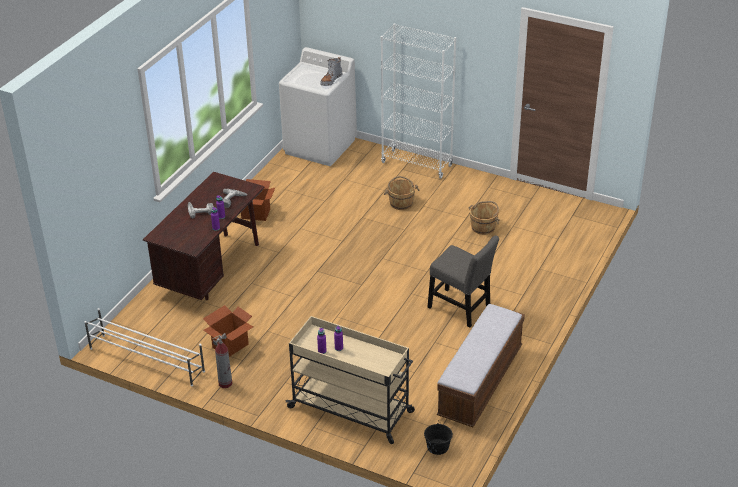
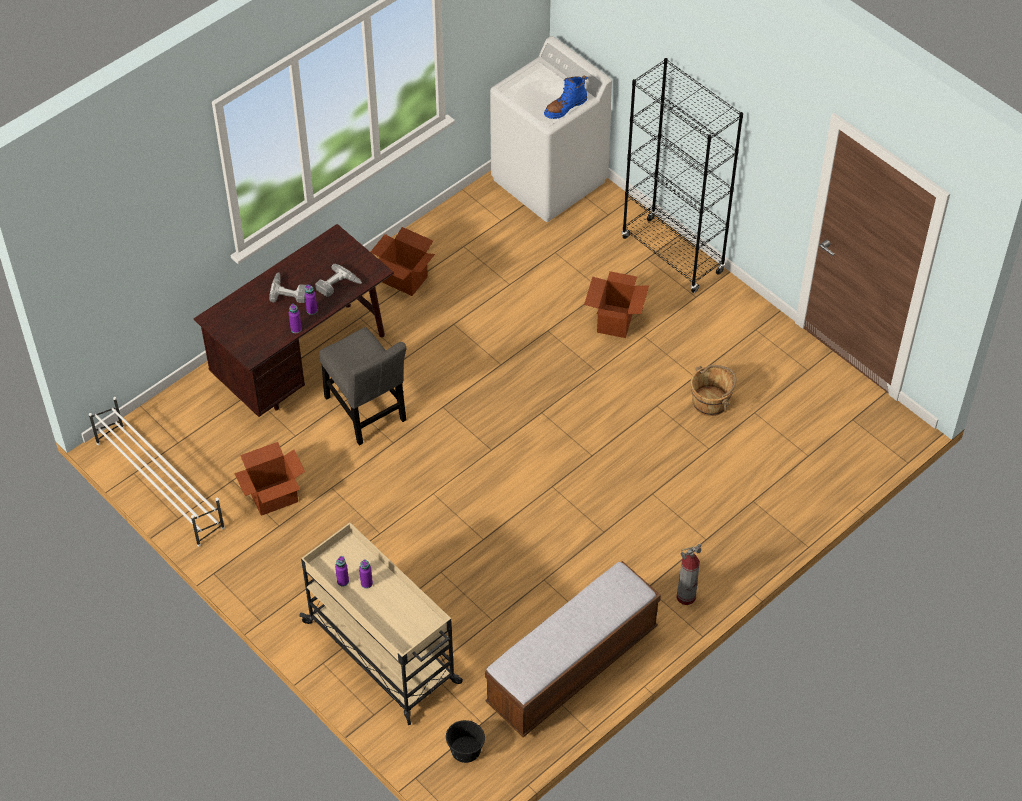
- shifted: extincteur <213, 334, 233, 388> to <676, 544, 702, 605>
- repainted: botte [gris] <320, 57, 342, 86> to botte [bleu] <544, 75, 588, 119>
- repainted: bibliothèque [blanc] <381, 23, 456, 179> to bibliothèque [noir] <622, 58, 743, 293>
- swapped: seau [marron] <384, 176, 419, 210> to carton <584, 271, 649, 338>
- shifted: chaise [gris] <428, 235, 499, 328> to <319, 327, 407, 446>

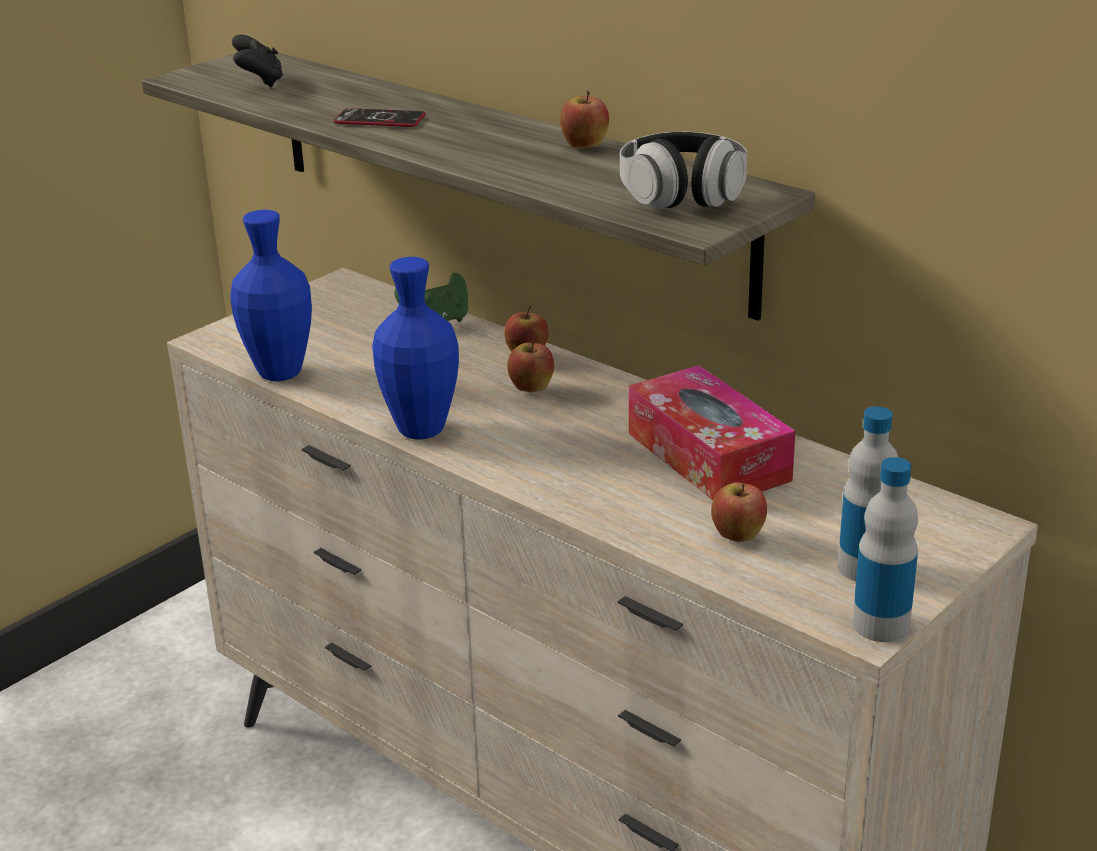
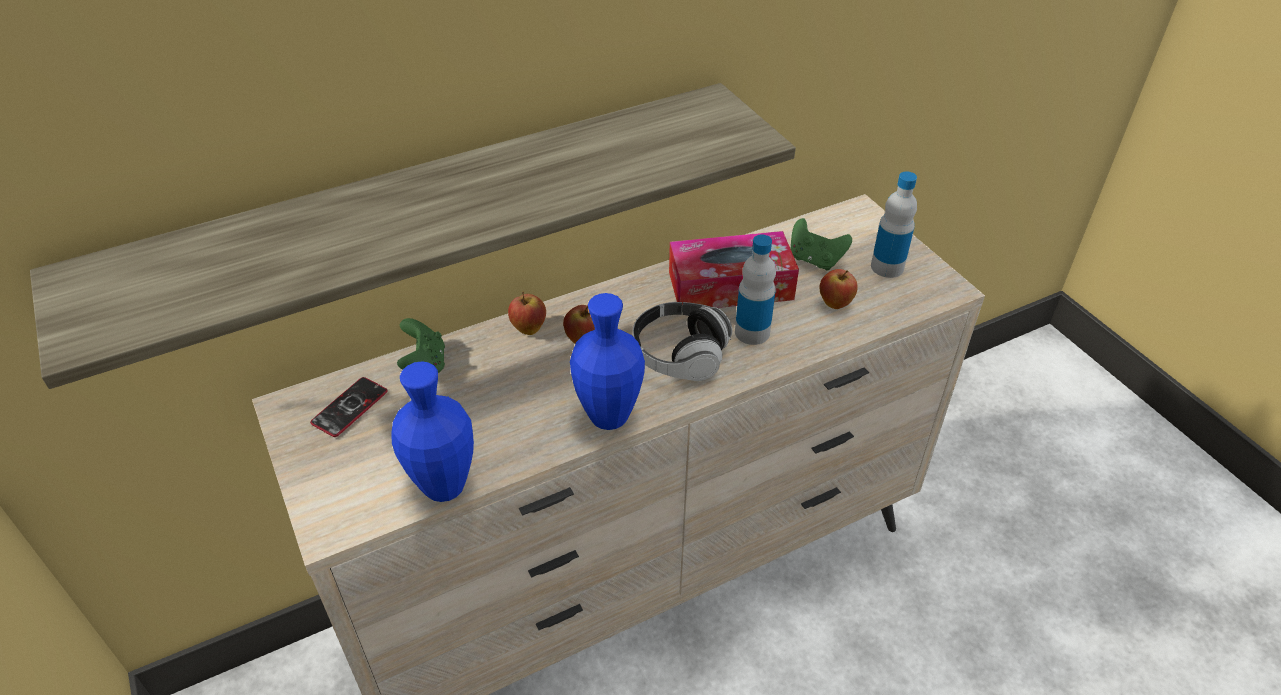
- gone: manette [noir] <232, 35, 283, 87>
- shifted: téléphone <334, 108, 426, 127> to <310, 377, 387, 437>
- gone: pomme <560, 91, 609, 148>
- shifted: casque audio <620, 132, 747, 209> to <633, 302, 732, 381>
- shifted: bouteille <853, 457, 918, 642> to <735, 235, 776, 345>
- new: manette [vert] <791, 218, 852, 271>

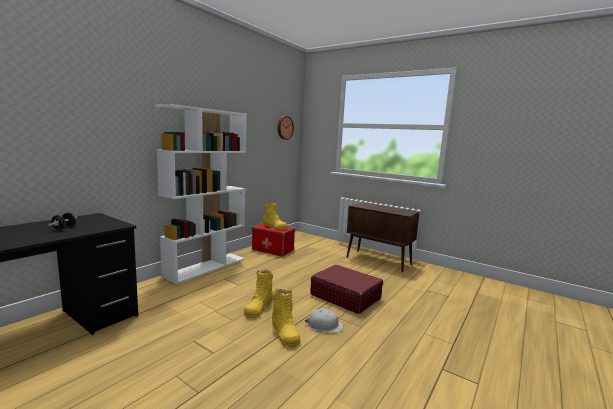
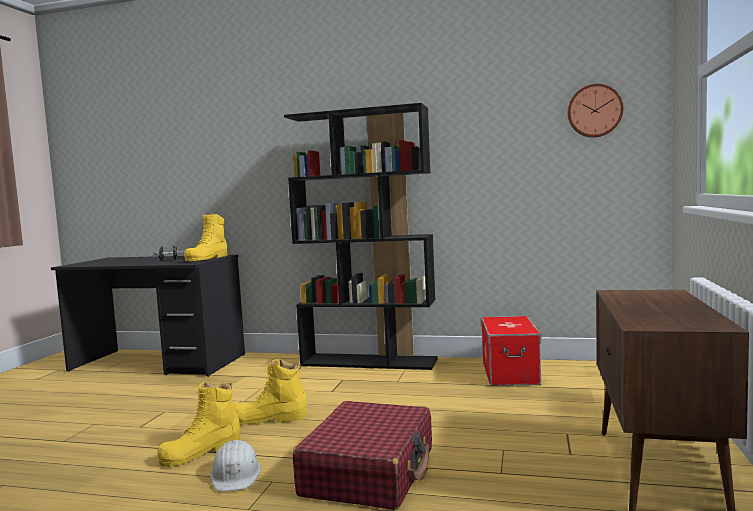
- repainted: bibliothèque [blanc] <155, 104, 247, 284> to bibliothèque [noir] <284, 103, 438, 370>
- shifted: botte [jaune] <263, 203, 287, 230> to <184, 214, 228, 261>

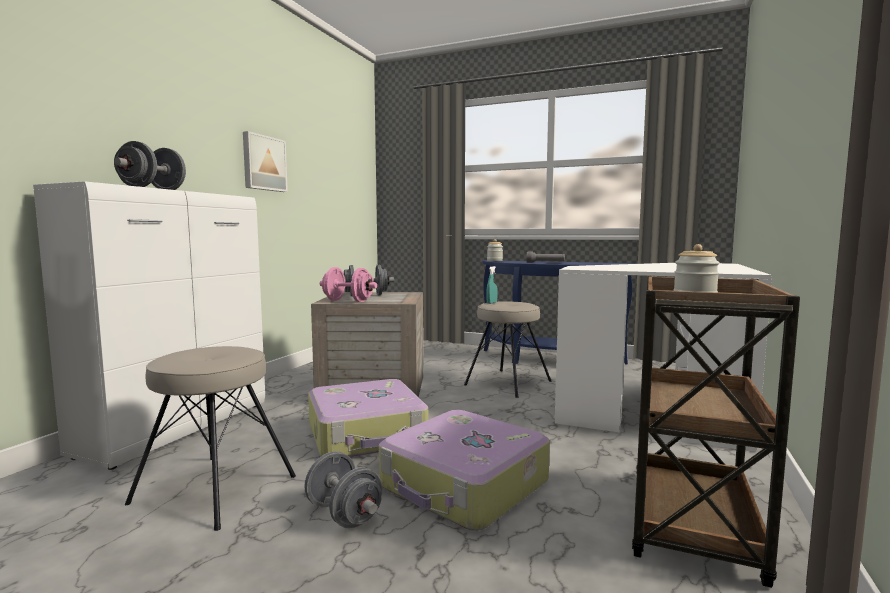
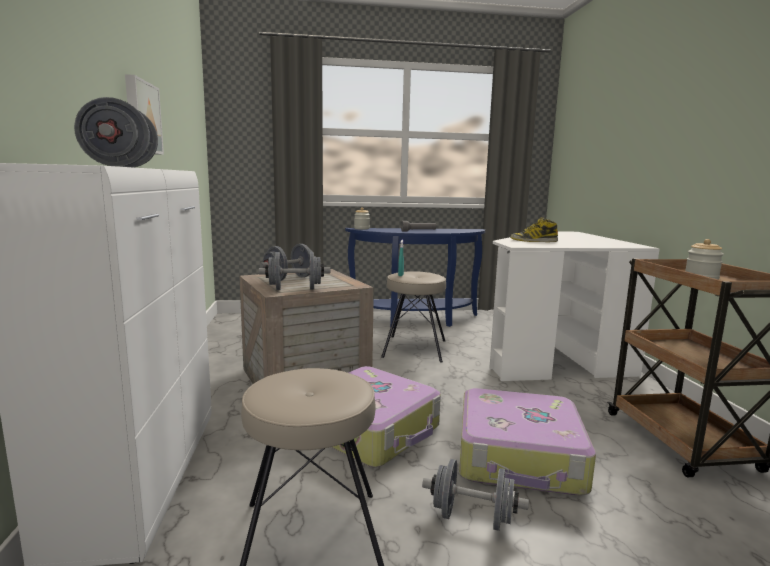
- repainted: haltère [rose] <320, 267, 377, 302> to haltère [gris] <259, 252, 330, 290>
- new: botte <510, 218, 558, 242>

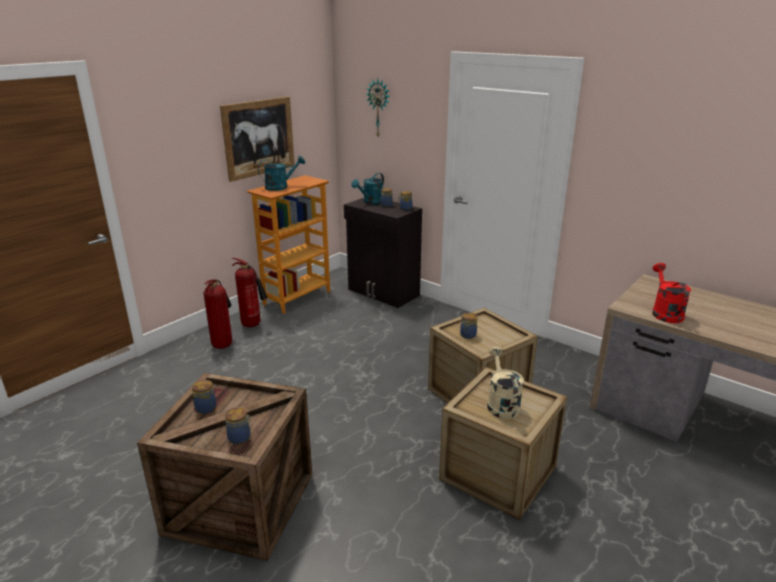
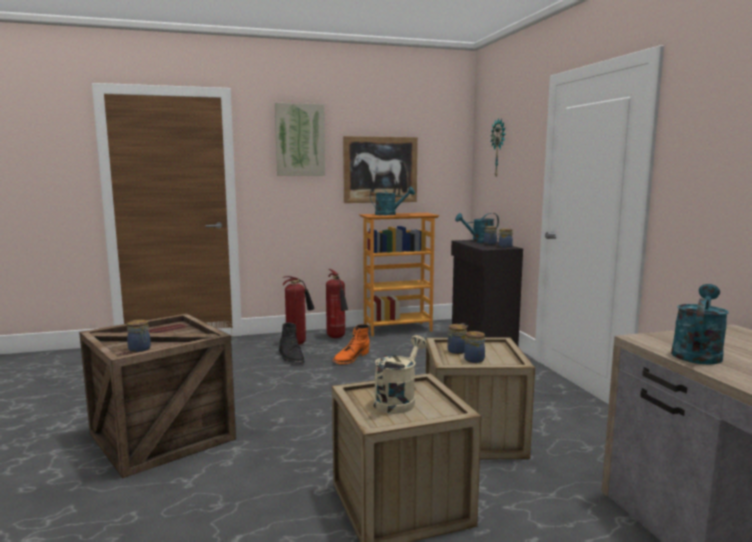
- shifted: bocal <192, 380, 216, 414> to <464, 331, 485, 363>
- repainted: arrosoir [rouge] <652, 263, 691, 323> to arrosoir [turquoise] <671, 284, 729, 365>
- new: tableau <275, 103, 325, 176>
- new: botte [noir] <279, 322, 305, 363>
- new: botte [orange] <333, 324, 370, 364>

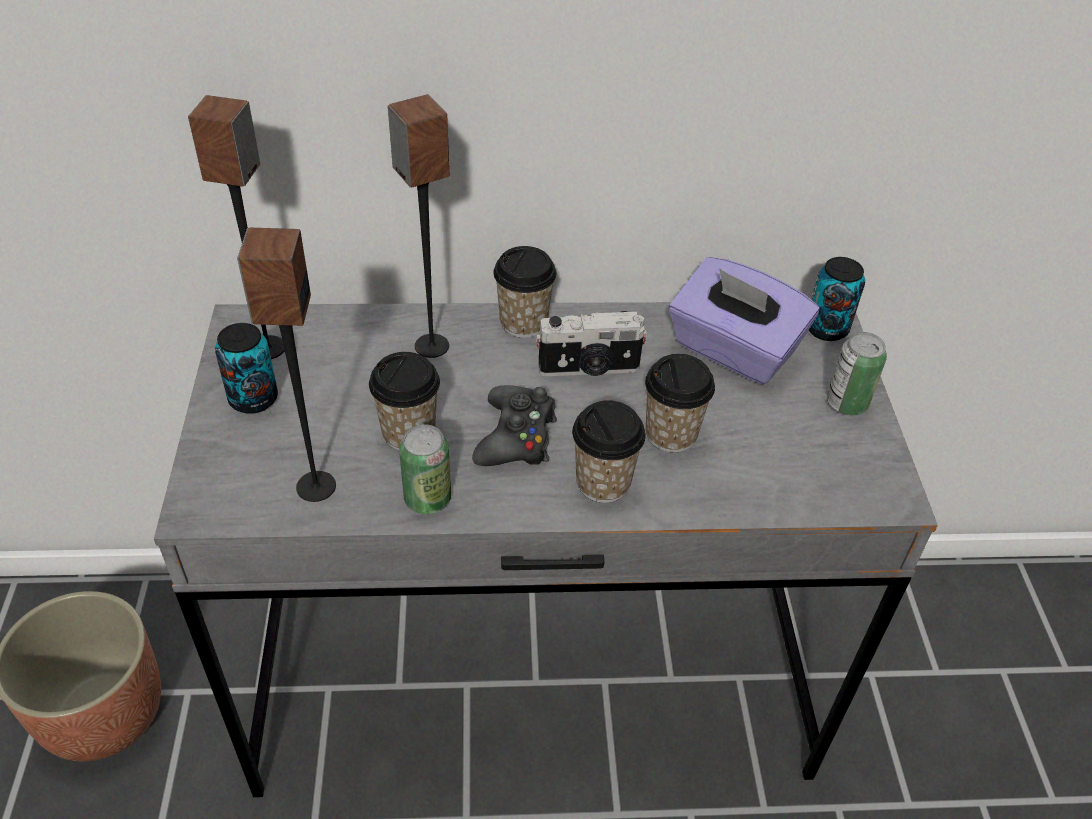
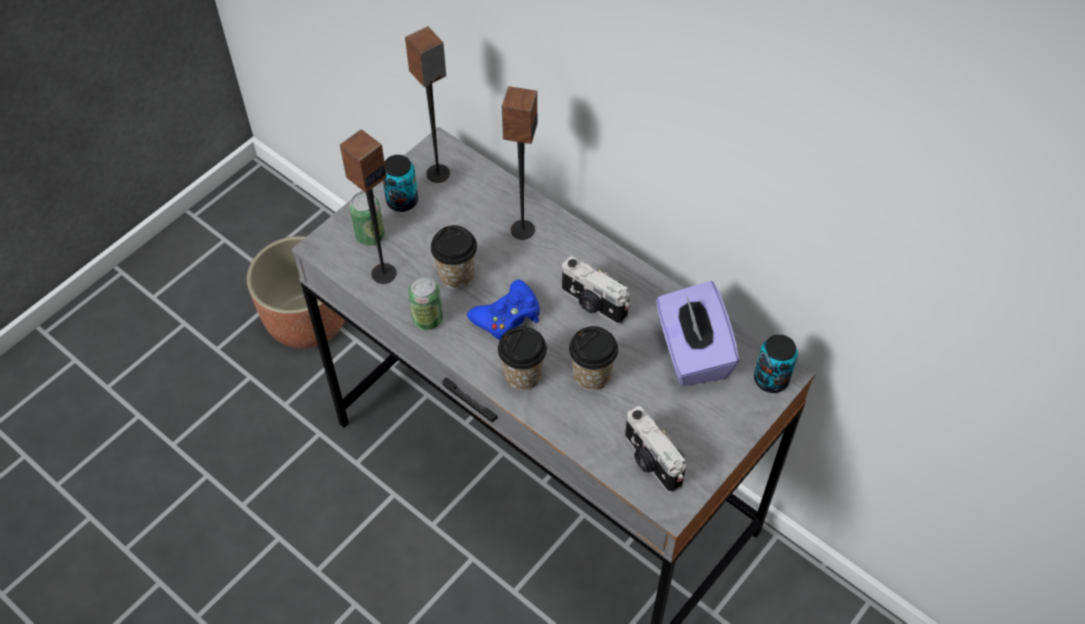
- repainted: manette [noir] <472, 385, 557, 466> to manette [bleu] <467, 280, 540, 340>
- gone: tasse <493, 246, 556, 338>
- shifted: boîte métallique <827, 332, 887, 415> to <350, 192, 385, 246>
- new: appareil photo <625, 406, 686, 493>

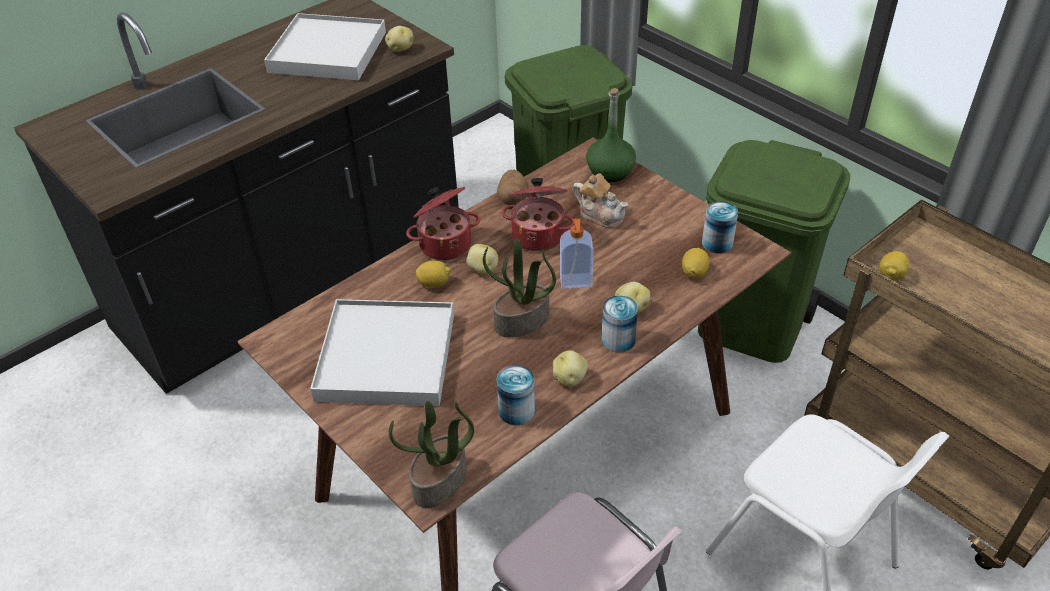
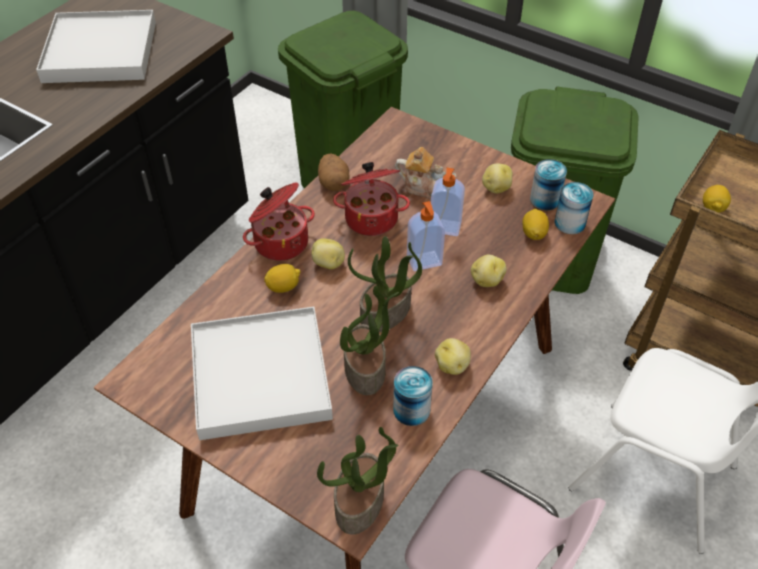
- shifted: pomme de terre <385, 26, 413, 52> to <482, 164, 513, 193>
- gone: bouteille [vert] <586, 88, 636, 182>
- shifted: boîte métallique <601, 295, 638, 353> to <555, 182, 593, 234>
- new: plante en pot <340, 286, 399, 395>
- new: distributeur de savon <431, 168, 465, 236>

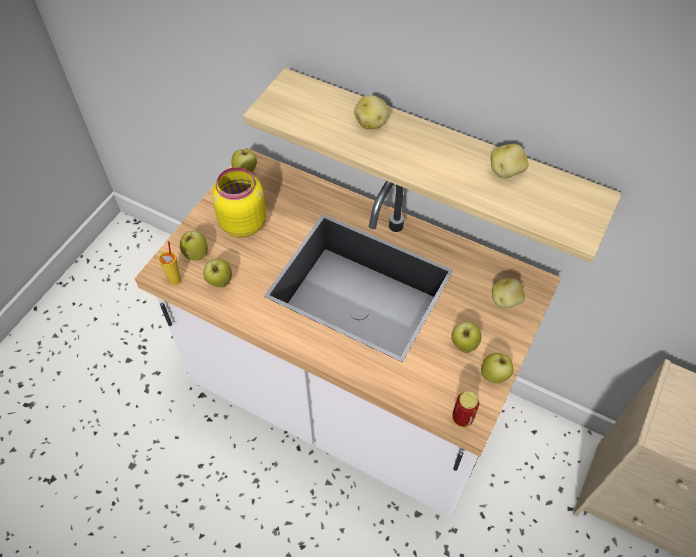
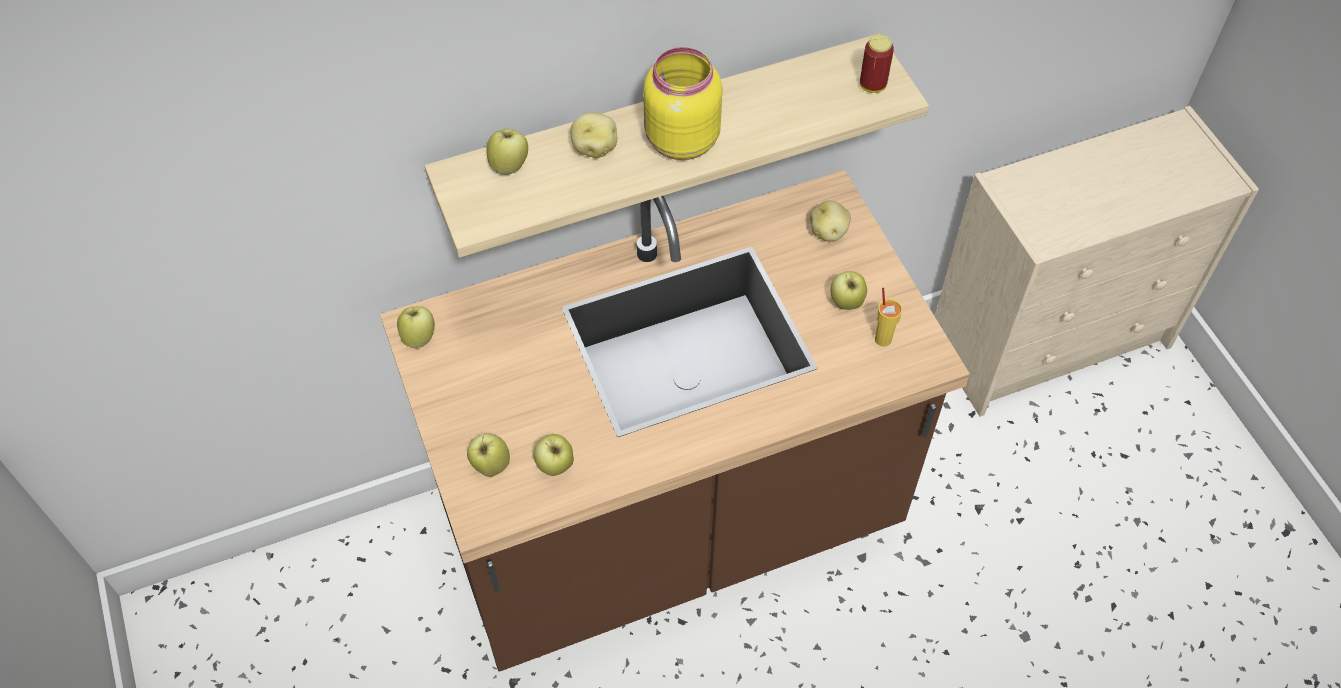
- repainted: comptoir de cuisine [blanc] <135, 147, 561, 518> to comptoir de cuisine [marron] <380, 170, 970, 672>
- shifted: tasse [jaune] <159, 241, 181, 285> to <875, 288, 902, 347>
- shifted: bocal [jaune] <212, 167, 266, 238> to <643, 47, 722, 160>
- shifted: boîte métallique <452, 391, 479, 427> to <860, 34, 894, 93>
- shifted: pomme <481, 353, 513, 383> to <486, 129, 528, 175>
- gone: pomme de terre <490, 144, 529, 178>

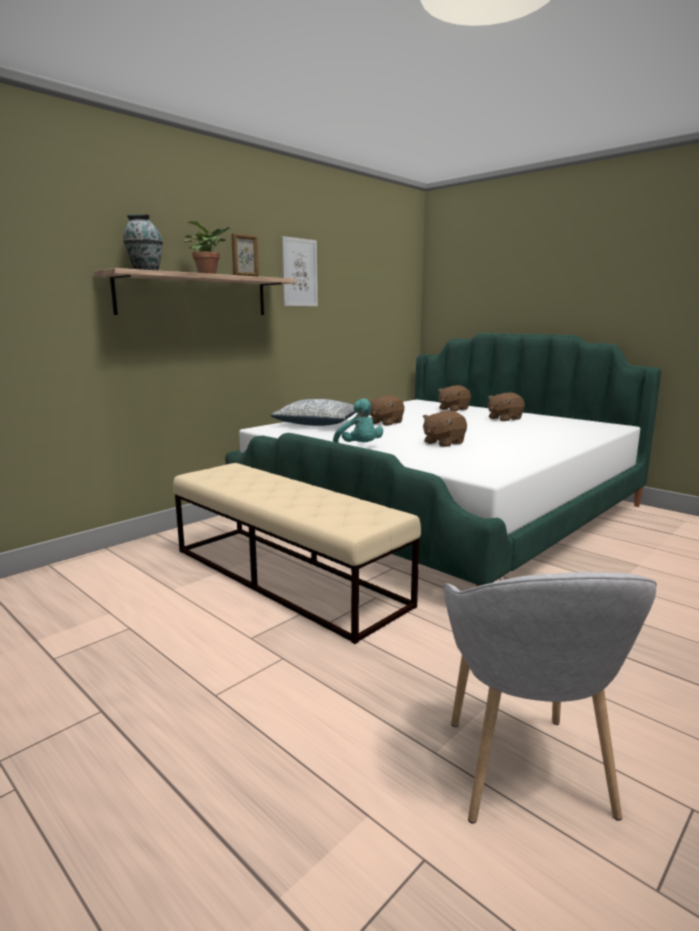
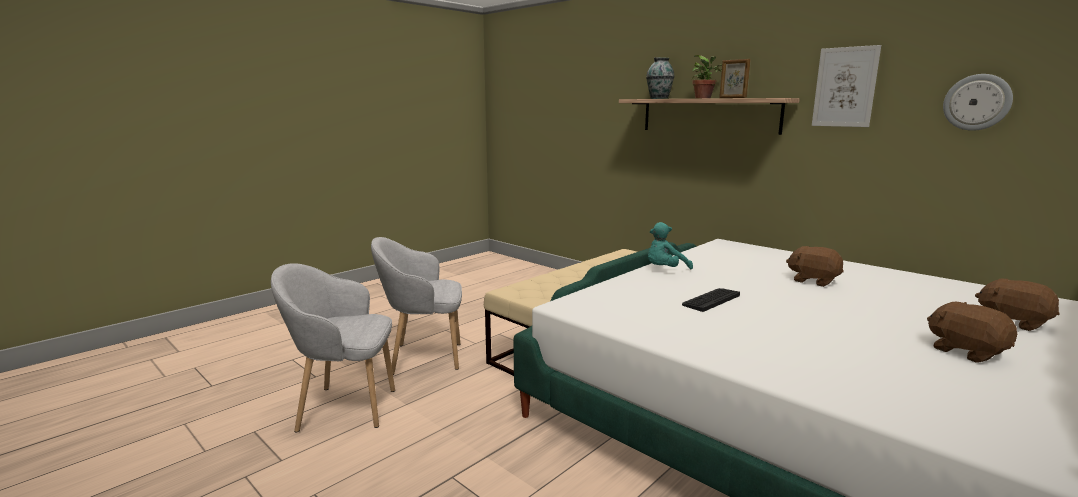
- gone: coussin <270, 399, 357, 426>
- swapped: peluche [marron] <423, 411, 467, 447> to clavier <682, 288, 740, 312>
- new: fauteuil [gris] <371, 237, 462, 375>
- new: horloge murale <943, 74, 1013, 131>

